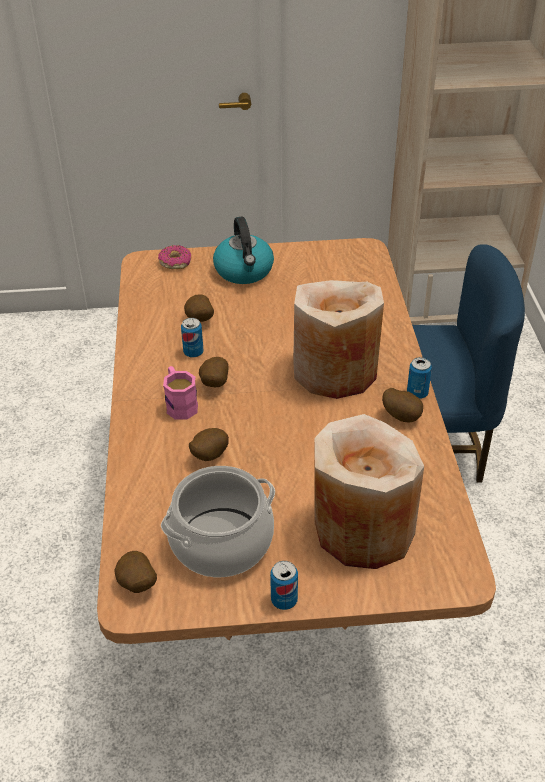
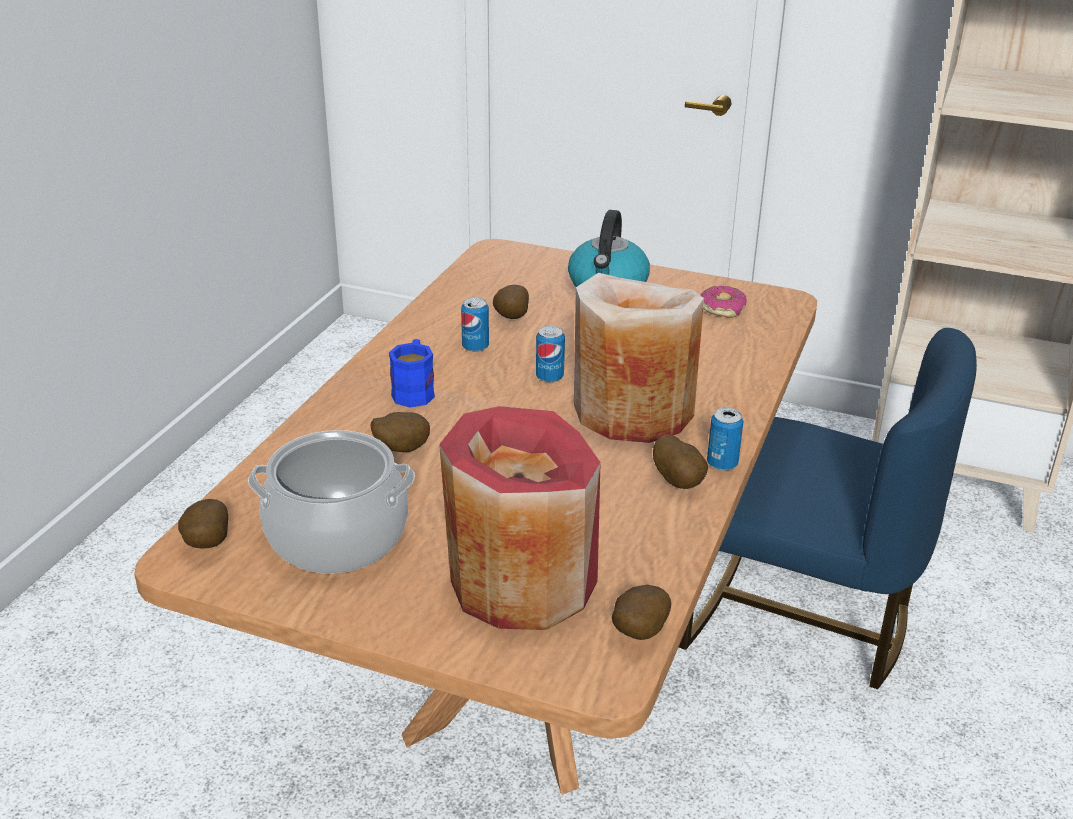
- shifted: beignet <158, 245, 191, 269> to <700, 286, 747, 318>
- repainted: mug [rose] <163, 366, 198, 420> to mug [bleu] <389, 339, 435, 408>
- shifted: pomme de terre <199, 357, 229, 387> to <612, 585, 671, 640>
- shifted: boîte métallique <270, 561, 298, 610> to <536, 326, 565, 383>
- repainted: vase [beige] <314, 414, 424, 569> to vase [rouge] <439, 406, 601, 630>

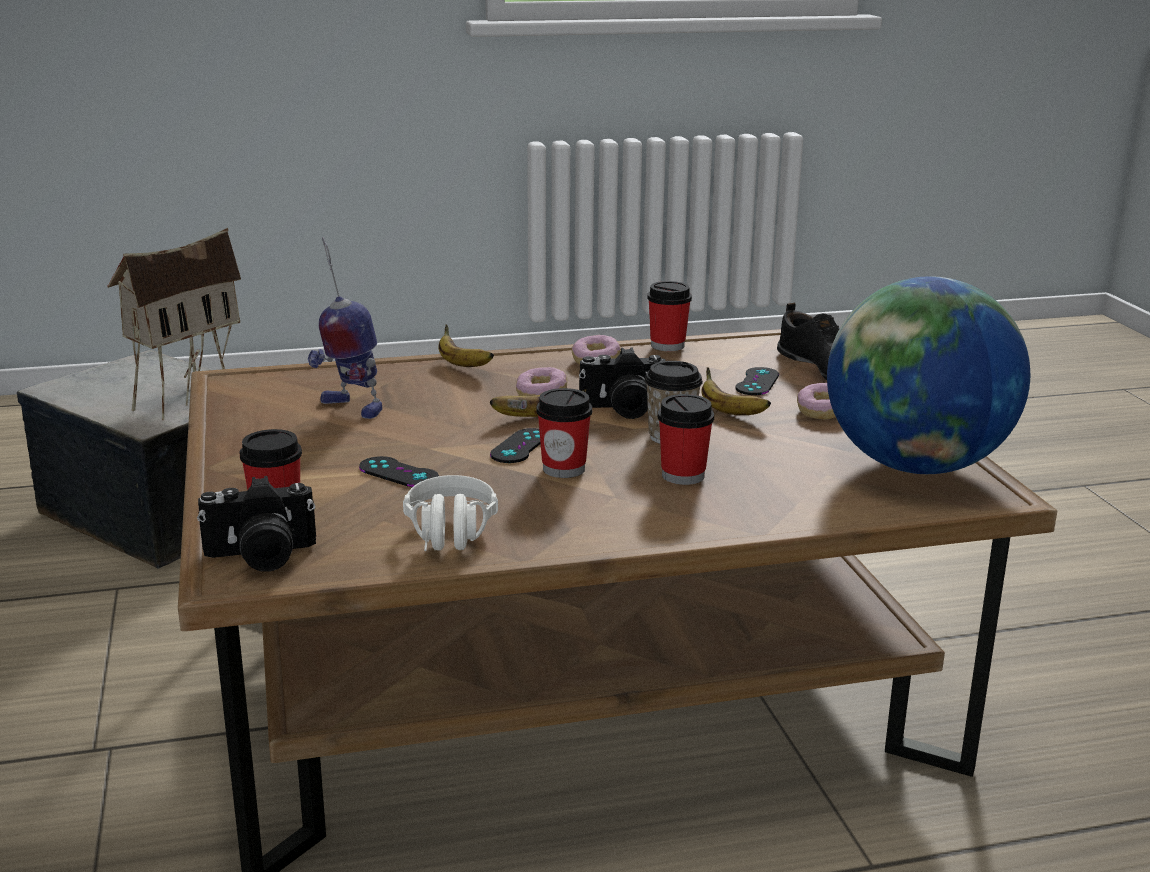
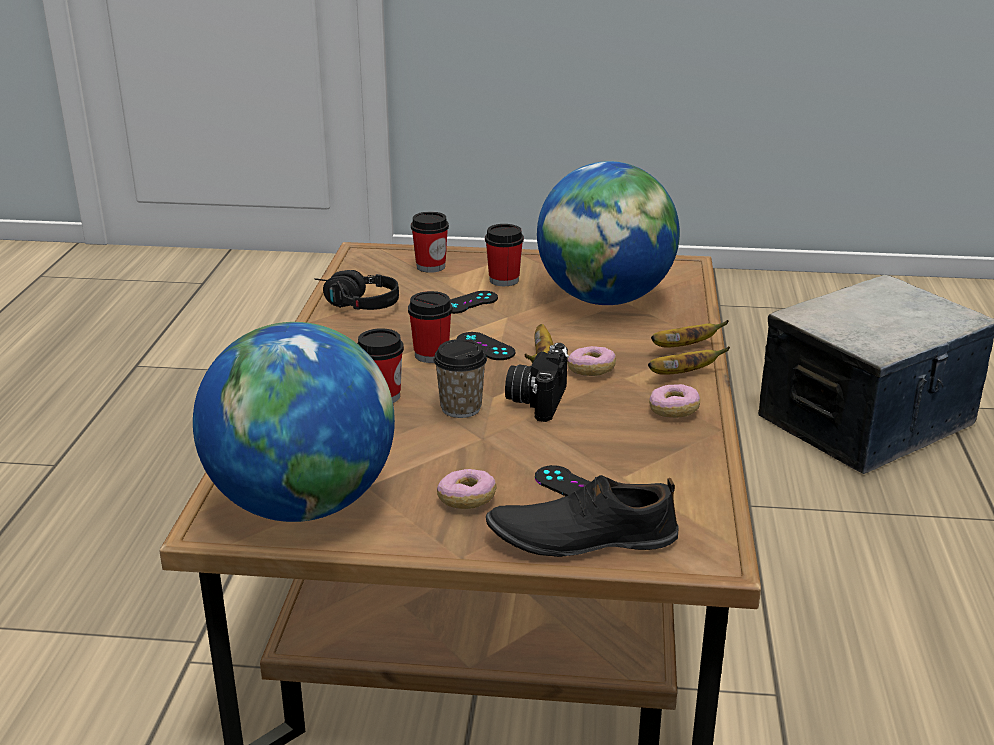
- gone: maison miniature <107, 228, 241, 420>
- gone: appareil photo <197, 476, 316, 572>
- swapped: robot jouet <308, 237, 382, 419> to globe <537, 161, 680, 305>
- repainted: casque audio [blanc] <403, 475, 498, 551> to casque audio [noir] <314, 270, 399, 310>
- shifted: tasse <647, 281, 692, 351> to <485, 224, 524, 286>
- shifted: banane <701, 367, 771, 415> to <648, 346, 730, 375>

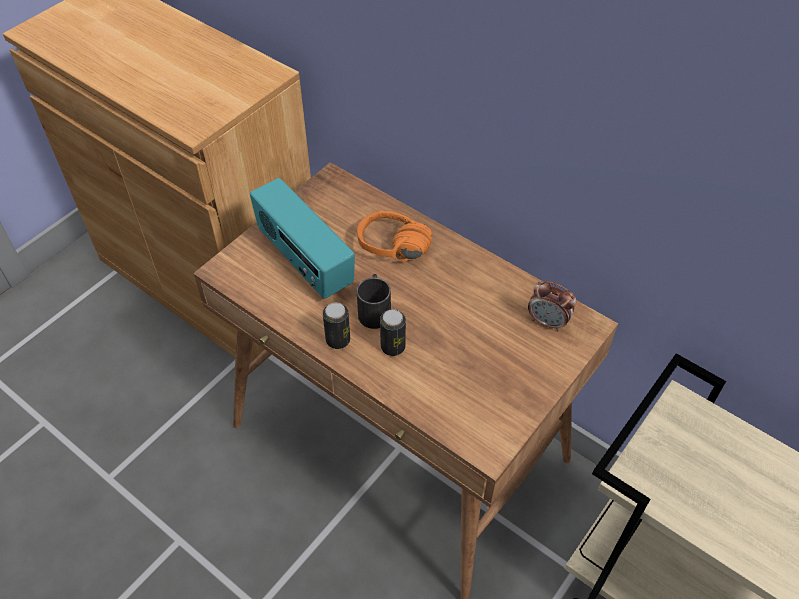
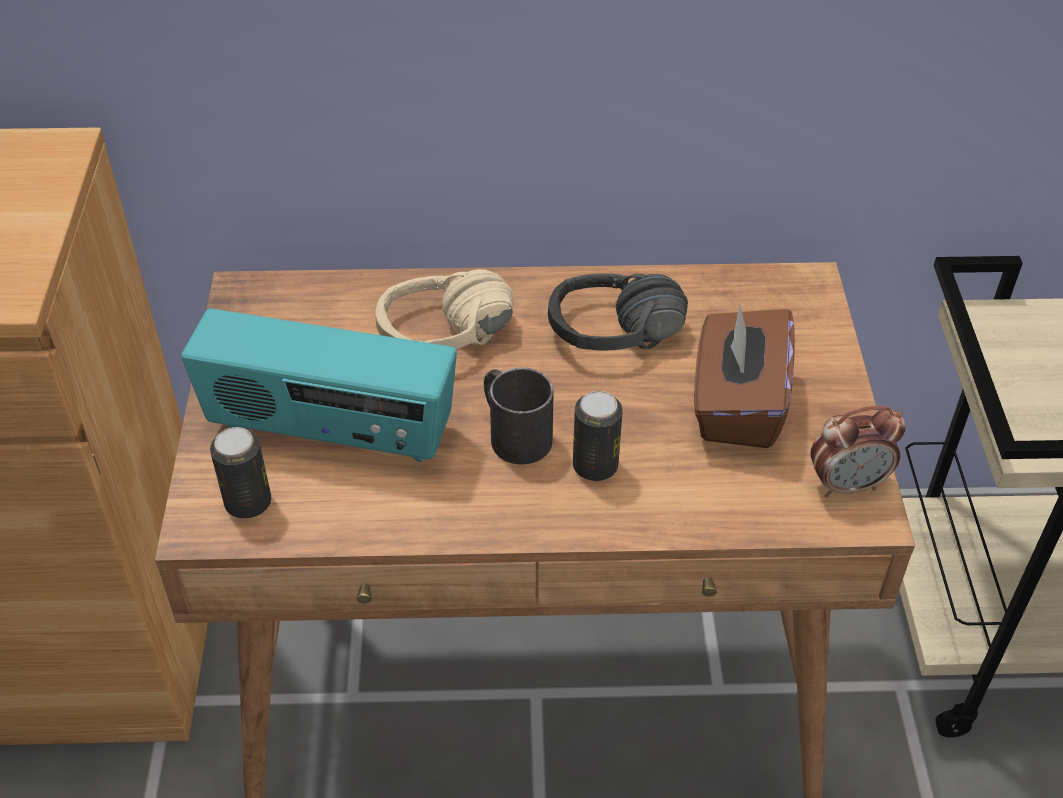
- shifted: boîte métallique <323, 303, 350, 349> to <210, 427, 271, 519>
- repainted: casque audio [orange] <357, 211, 432, 261> to casque audio [beige] <375, 269, 513, 349>
- shifted: réveil <528, 281, 577, 331> to <810, 406, 906, 498>
- new: casque audio [noir] <548, 273, 688, 350>
- new: boîte à mouchoirs [marron] <694, 304, 795, 448>

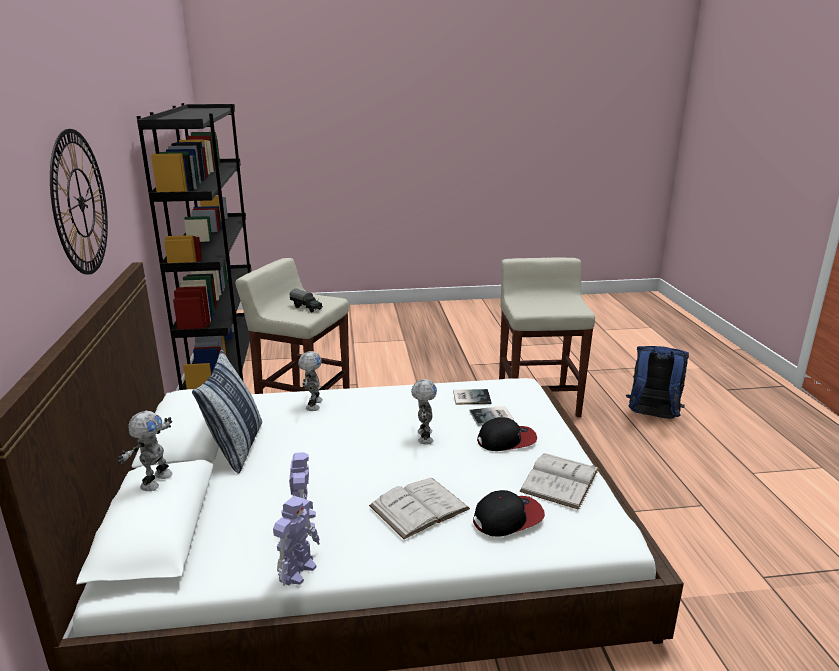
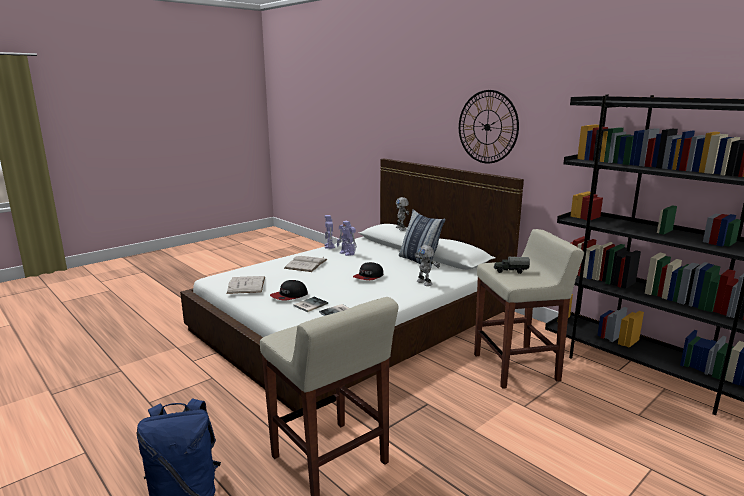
- gone: robot jouet <411, 379, 437, 444>
- shifted: casquette <473, 490, 545, 536> to <353, 262, 383, 280>

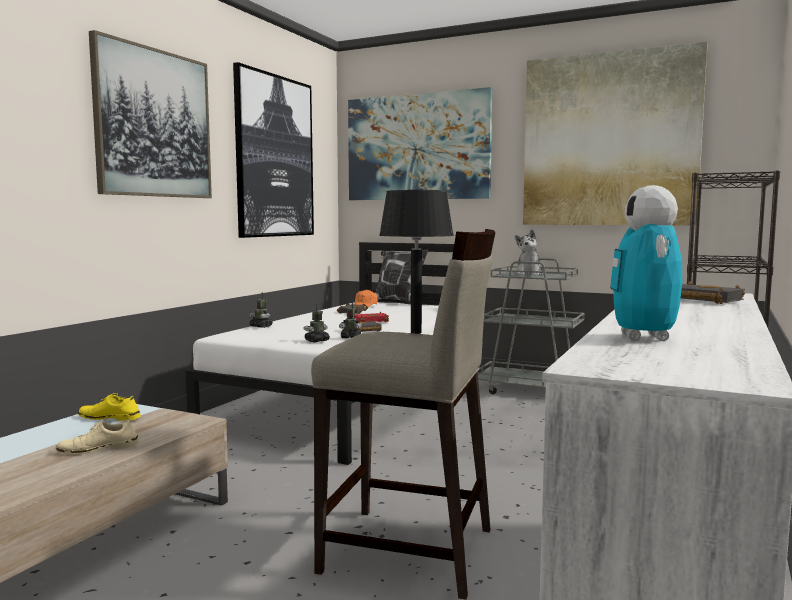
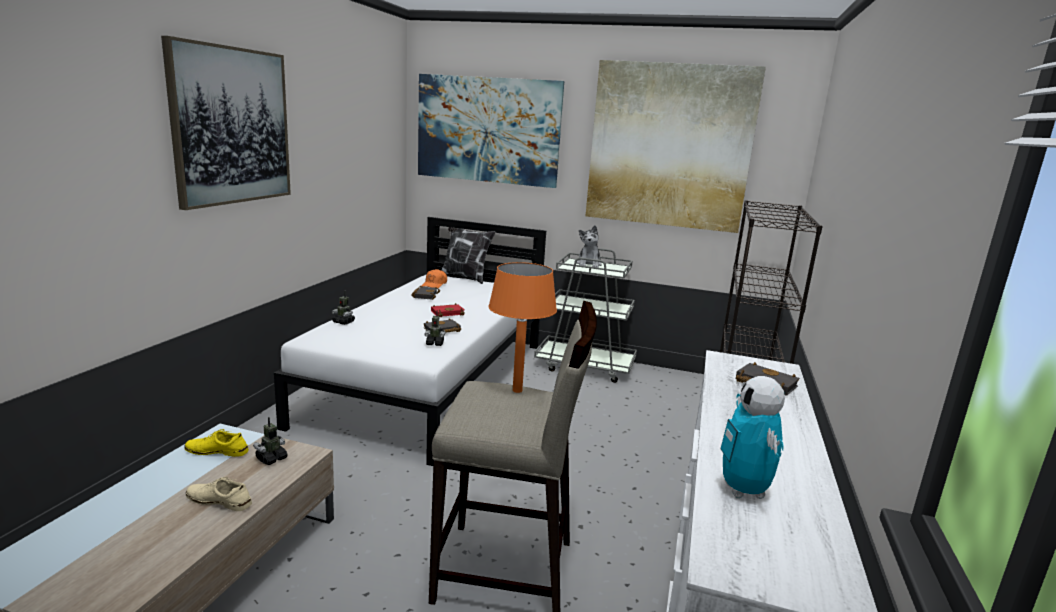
- rotated: chaussure [beige] <56, 419, 139, 455> = <186, 477, 252, 511> 45 degrees clockwise
- gone: tableau <233, 62, 314, 238>
- shifted: robot jouet <303, 303, 330, 343> to <253, 417, 287, 465>
- repainted: lampe de table [noir] <379, 190, 454, 334> to lampe de table [orange] <488, 262, 557, 393>

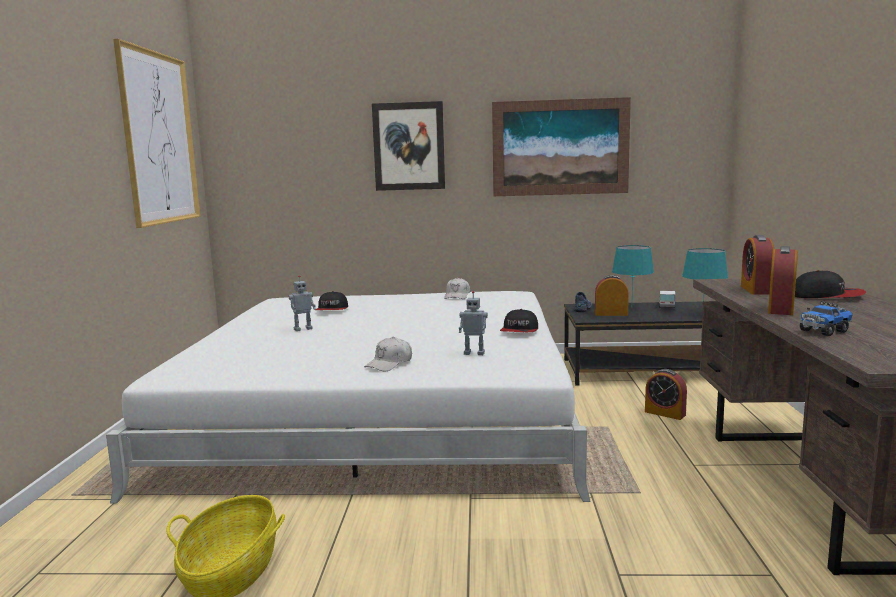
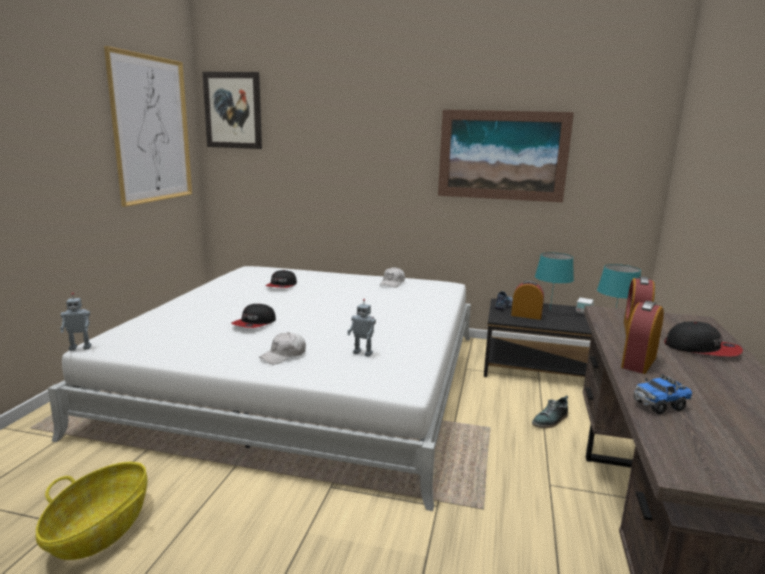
- shifted: robot jouet <289, 275, 316, 331> to <60, 293, 91, 351>
- shifted: tableau <372, 101, 445, 191> to <202, 72, 262, 149>
- shifted: casquette <500, 309, 538, 332> to <231, 304, 276, 328>
- swapped: réveil <645, 369, 687, 420> to chaussure <532, 395, 568, 428>

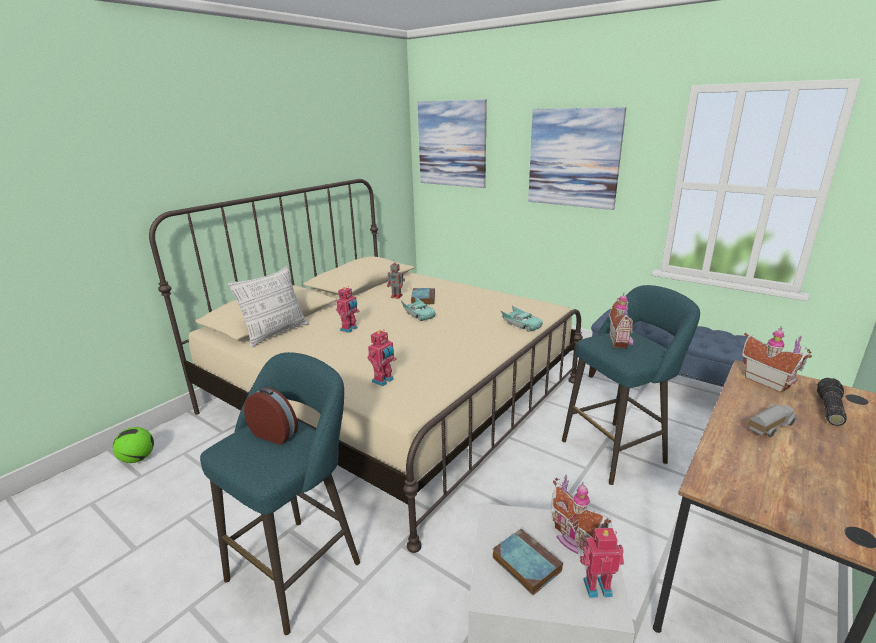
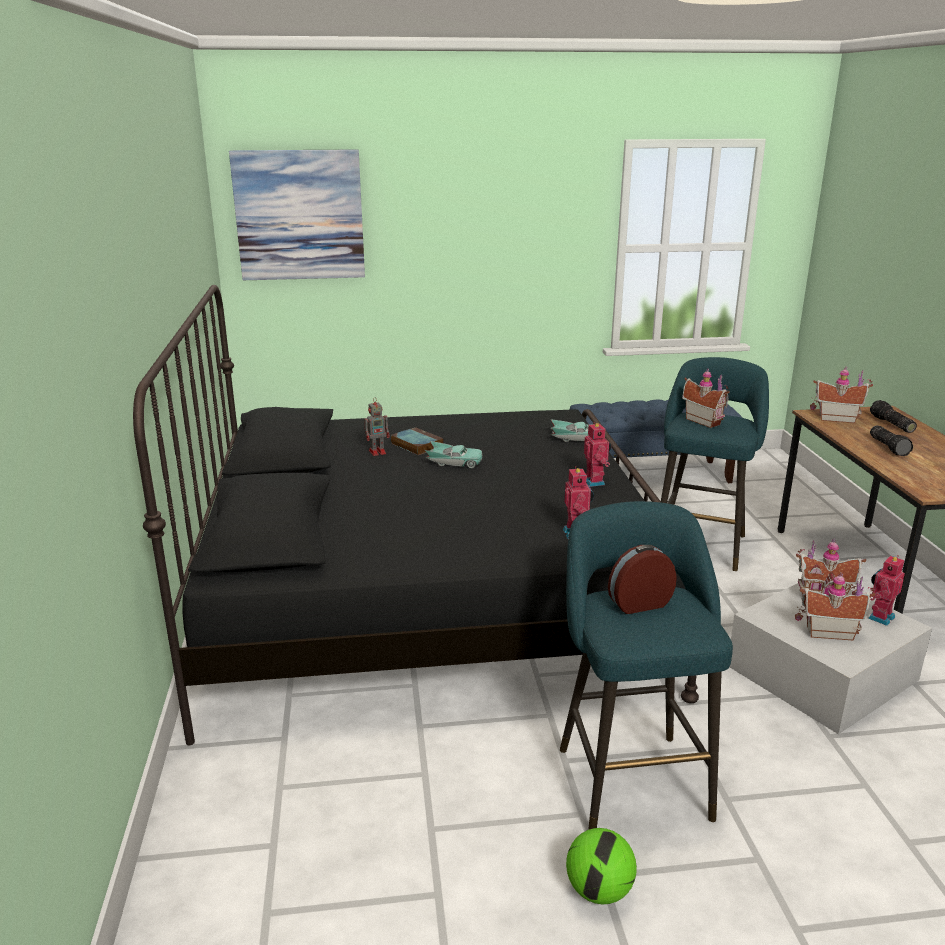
- shifted: ballon de foot <113, 427, 154, 463> to <566, 828, 637, 904>
- repainted: lit [beige] <149, 179, 583, 553> to lit [noir] <133, 285, 699, 746>
- gone: coussin <228, 266, 309, 348>
- shifted: robot jouet <336, 286, 359, 333> to <584, 422, 611, 487>
- swapped: livre <492, 529, 563, 595> to maison miniature <795, 572, 875, 640>
- gone: tableau <528, 107, 626, 210>
- swapped: camion jouet <747, 404, 798, 437> to lampe de poche <870, 425, 913, 456>

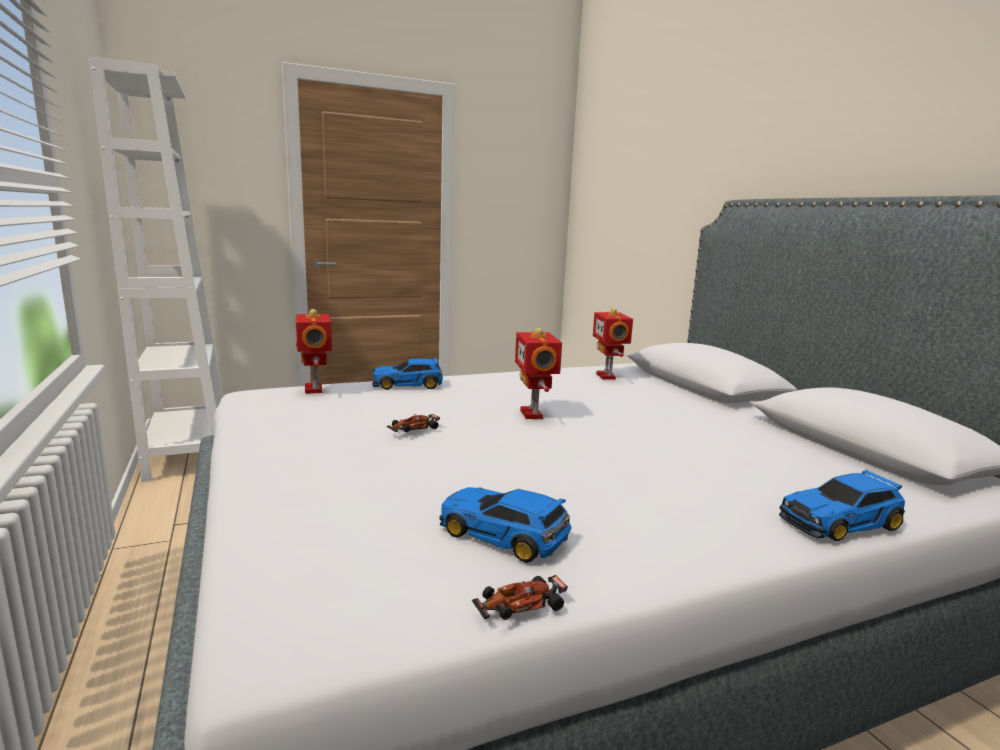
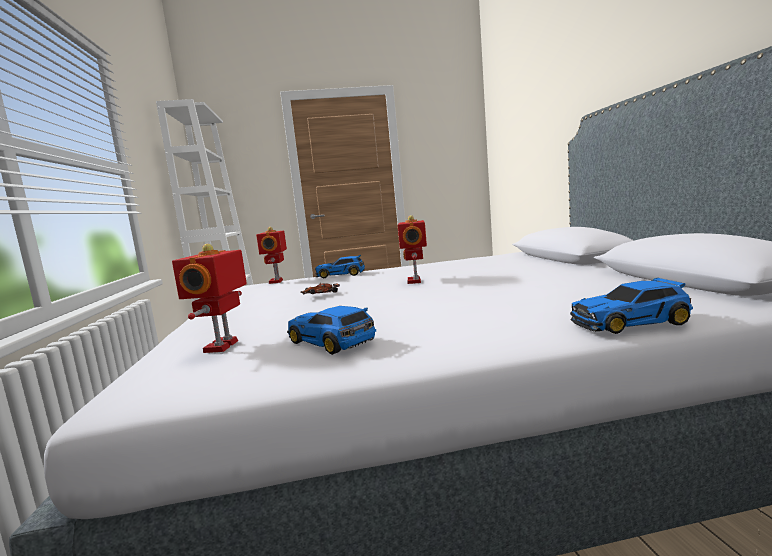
- gone: petite voiture <472, 575, 568, 620>
- shifted: robot jouet <593, 308, 633, 380> to <172, 244, 247, 353>

